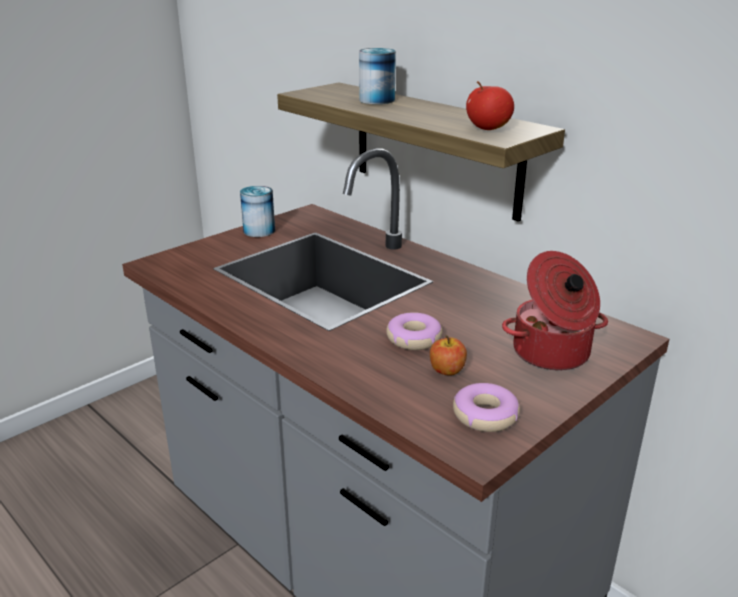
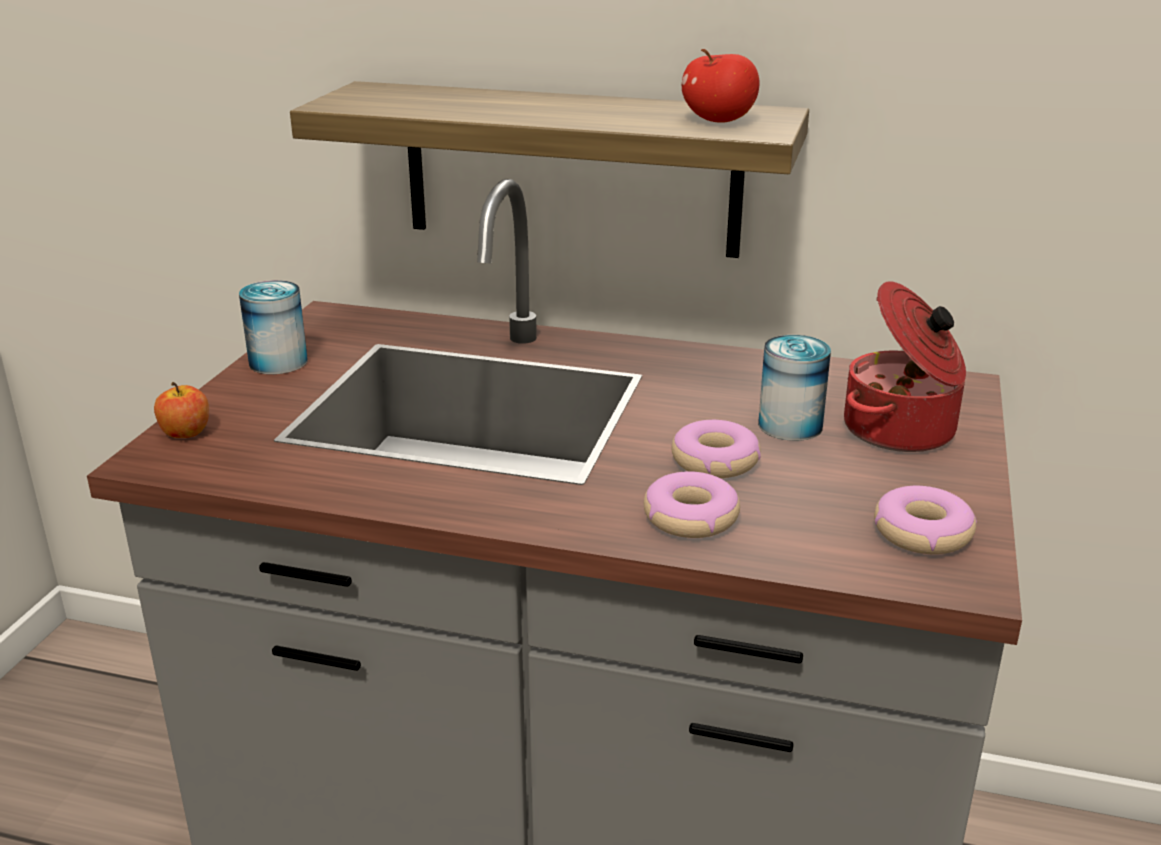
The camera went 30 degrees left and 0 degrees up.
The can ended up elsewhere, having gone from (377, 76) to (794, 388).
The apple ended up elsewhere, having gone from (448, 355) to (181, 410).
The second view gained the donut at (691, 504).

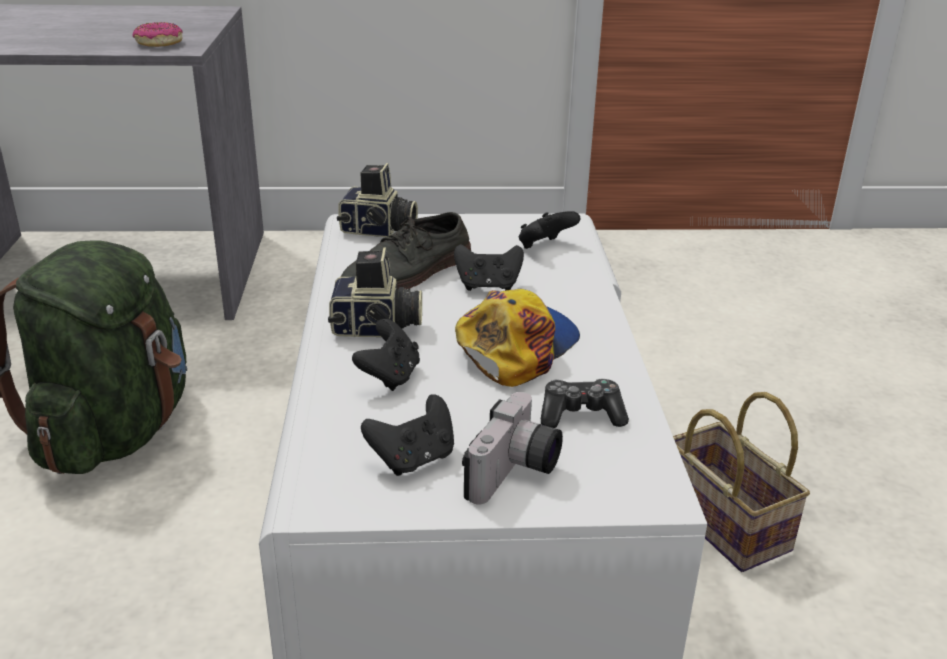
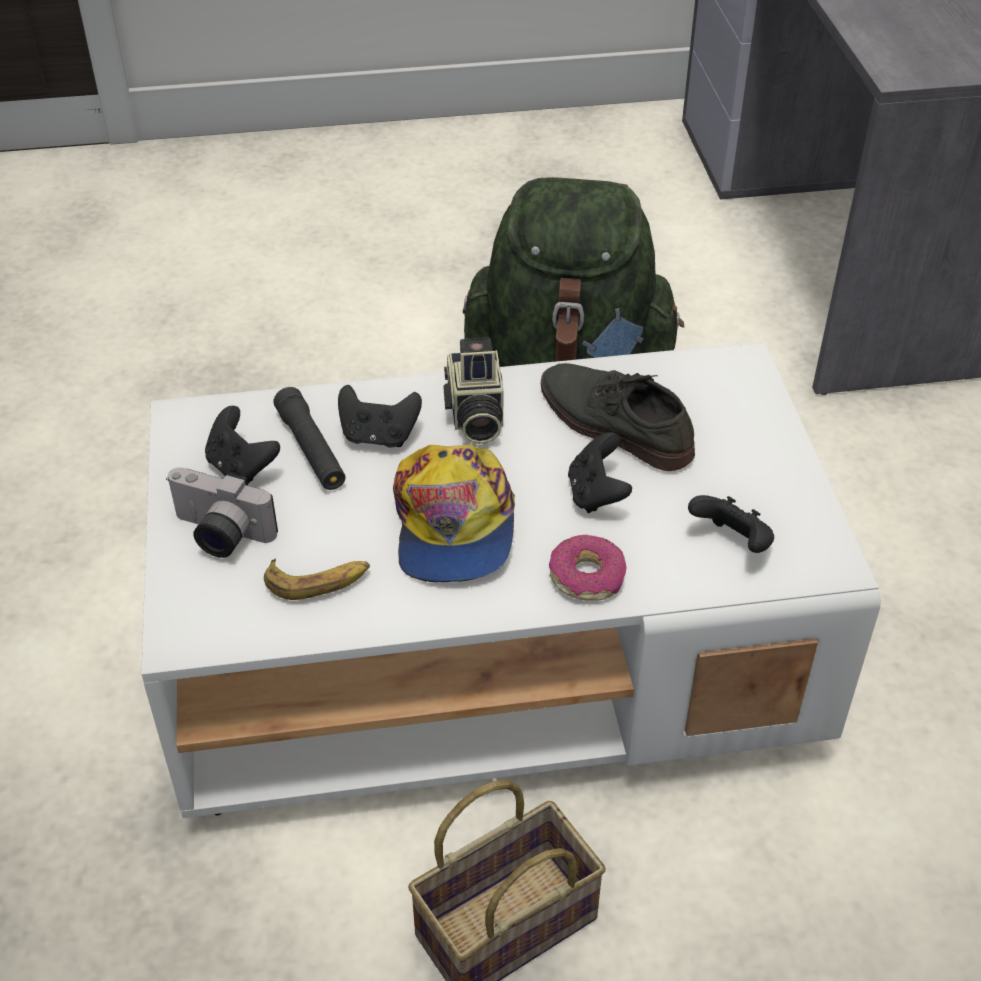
The camera went 85 degrees right and 15 degrees up.
The donut ended up elsewhere, having gone from (158, 34) to (588, 567).
The second view lost the photo camera at (377, 200).
The cap at (517, 338) ended up facing another way, 60 degrees clockwise from before.
Where the game controller stood at (585, 403), the banana came to stand at (317, 579).
The second view gained the black flashlight at (309, 438).

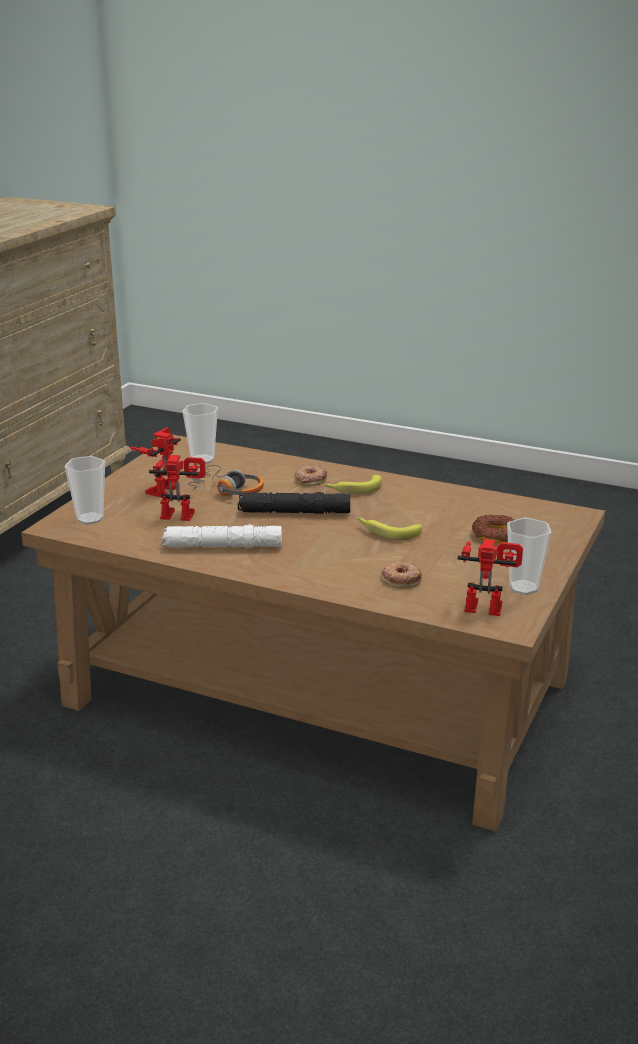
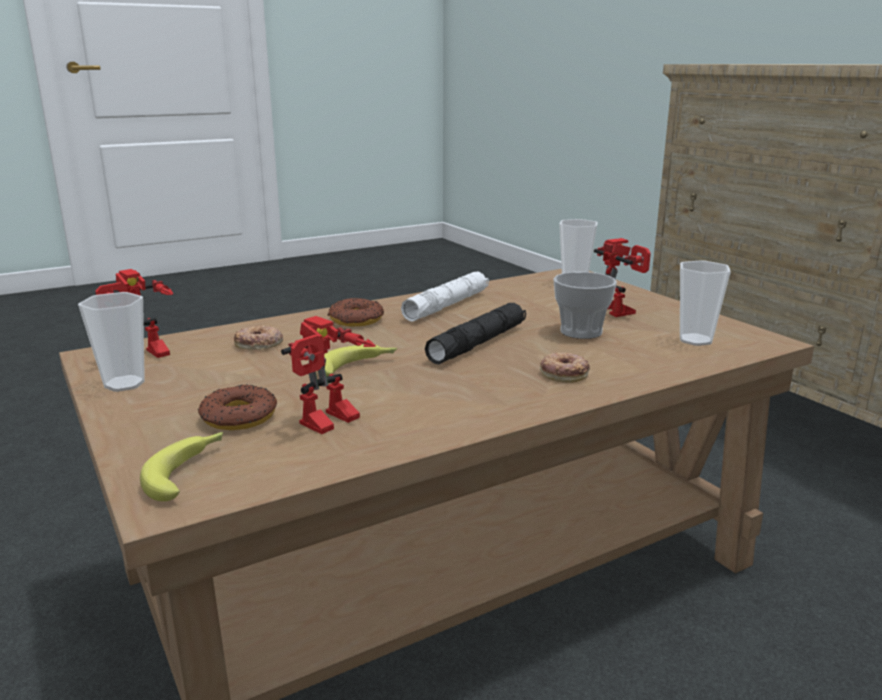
The camera went 125 degrees right and 5 degrees down.
The toy robot ended up elsewhere, having gone from (177, 488) to (328, 375).
Where the headphones stood at (226, 480), the cup came to stand at (585, 305).
The banana ended up elsewhere, having gone from (353, 484) to (181, 466).
The second view gained the donut at (355, 312).

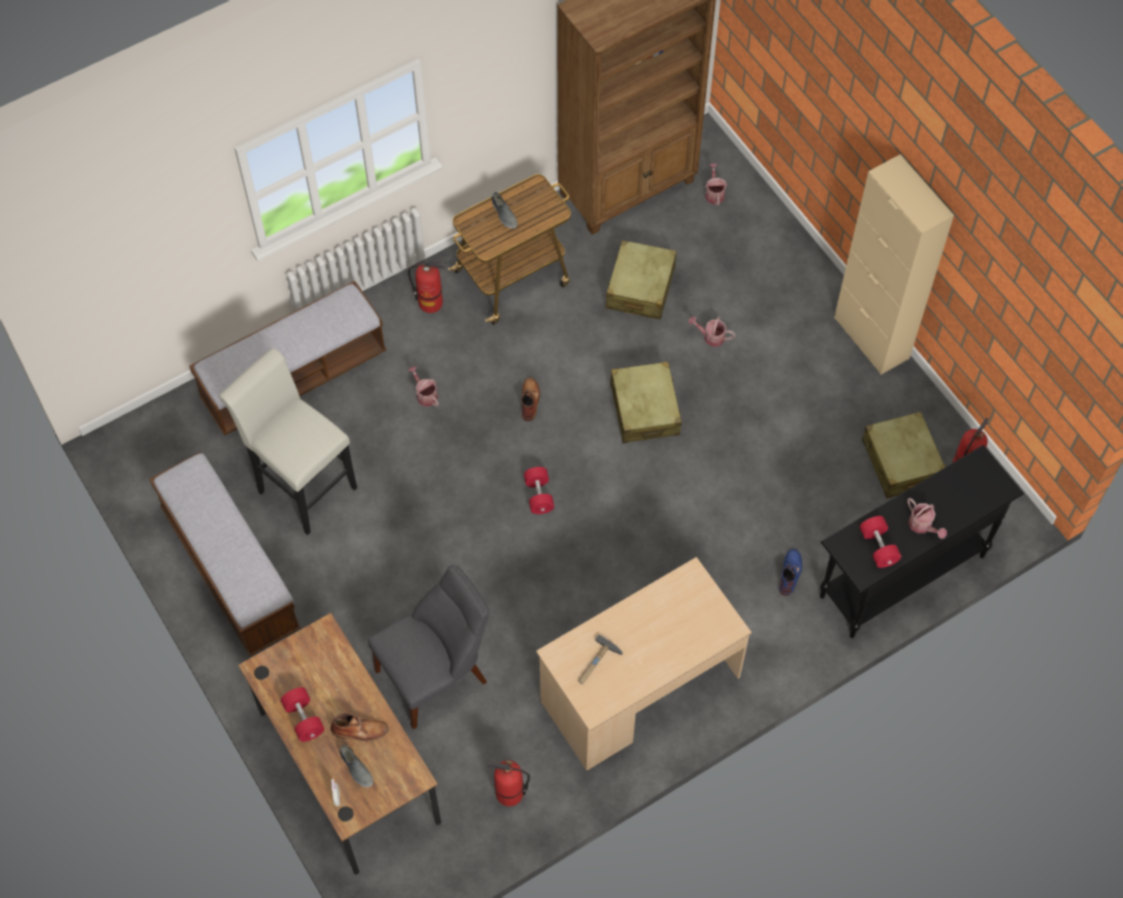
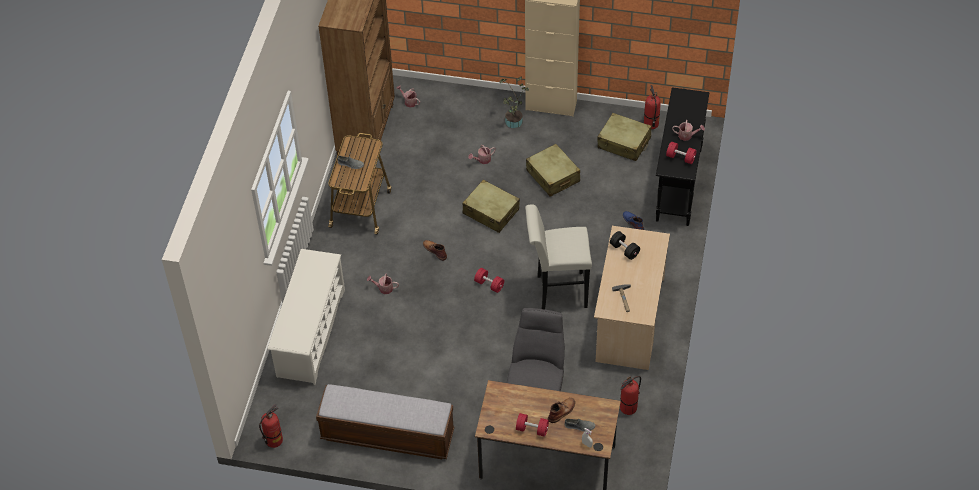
The camera went 45 degrees left and 10 degrees down.
The beige suitcase ended up elsewhere, having gone from (641, 280) to (553, 170).
The fire extinguisher ended up elsewhere, having gone from (426, 286) to (271, 426).
Where the bench stood at (288, 358), the white shoe rack came to stand at (306, 317).
The white stool ended up elsewhere, having gone from (287, 441) to (558, 257).
The second view gained the potted plant at (514, 102).
The second view gained the black dumbbell at (625, 245).

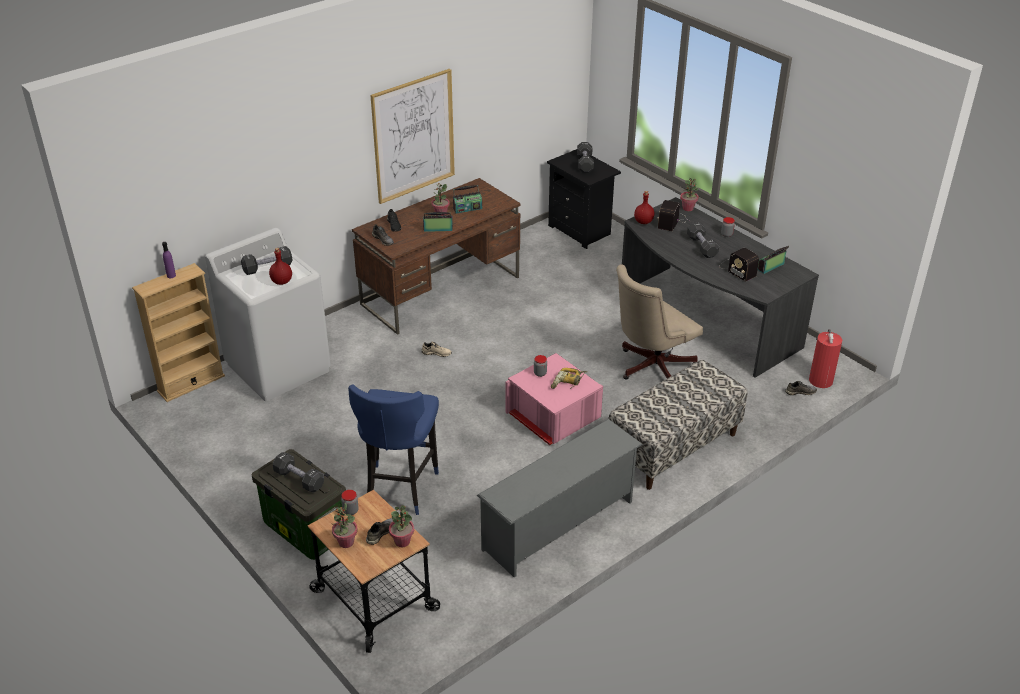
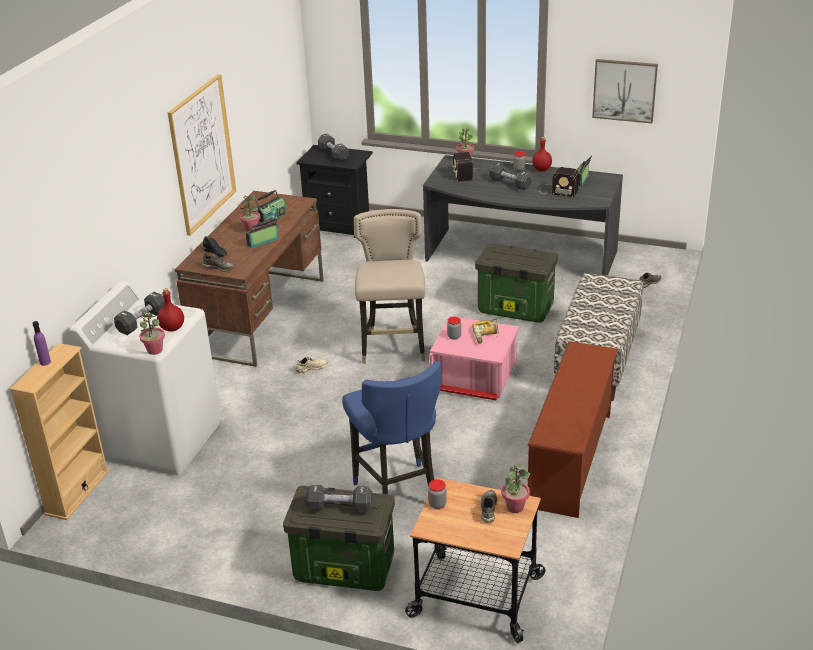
The camera went 30 degrees left and 5 degrees down.
The red bottle ended up elsewhere, having gone from (644, 207) to (542, 154).
Where the beige office chair stood at (659, 322), the storage box came to stand at (516, 283).
The second view lost the fire extinguisher at (825, 358).
What was the grey shoe rack at (560, 498) turned into the brown shoe rack at (572, 429).
The potted plant ended up elsewhere, having gone from (345, 525) to (152, 331).
The second view gained the picture at (625, 91).
The second view gained the beige stool at (389, 286).

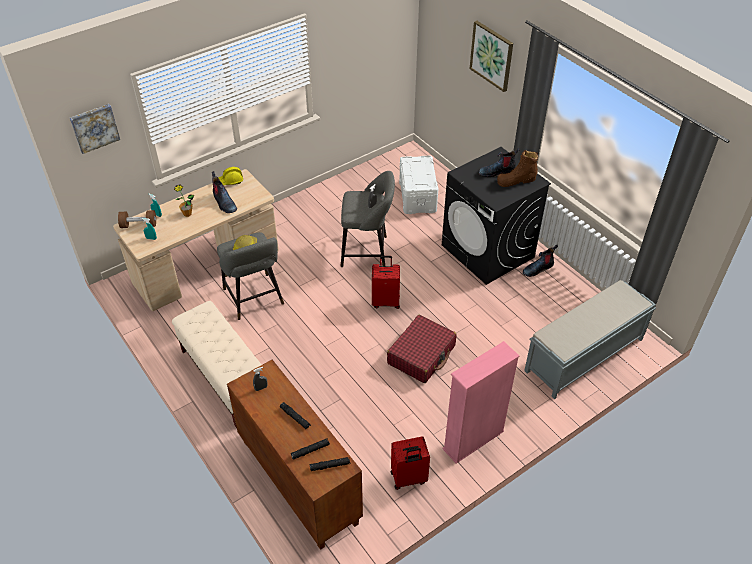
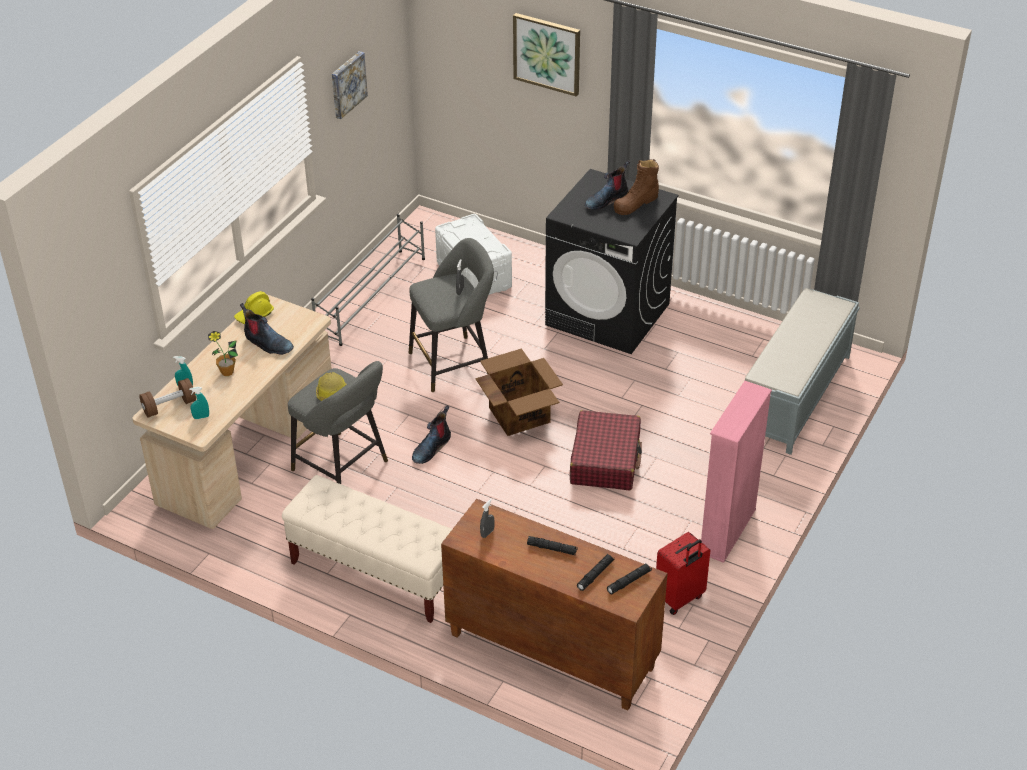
The camera went 25 degrees left and 5 degrees down.
The picture ended up elsewhere, having gone from (95, 129) to (350, 85).
The boot ended up elsewhere, having gone from (540, 261) to (431, 434).
Where the red suitcase stood at (386, 282), the cardboard box came to stand at (519, 392).
The second view gained the grey shoe rack at (368, 280).

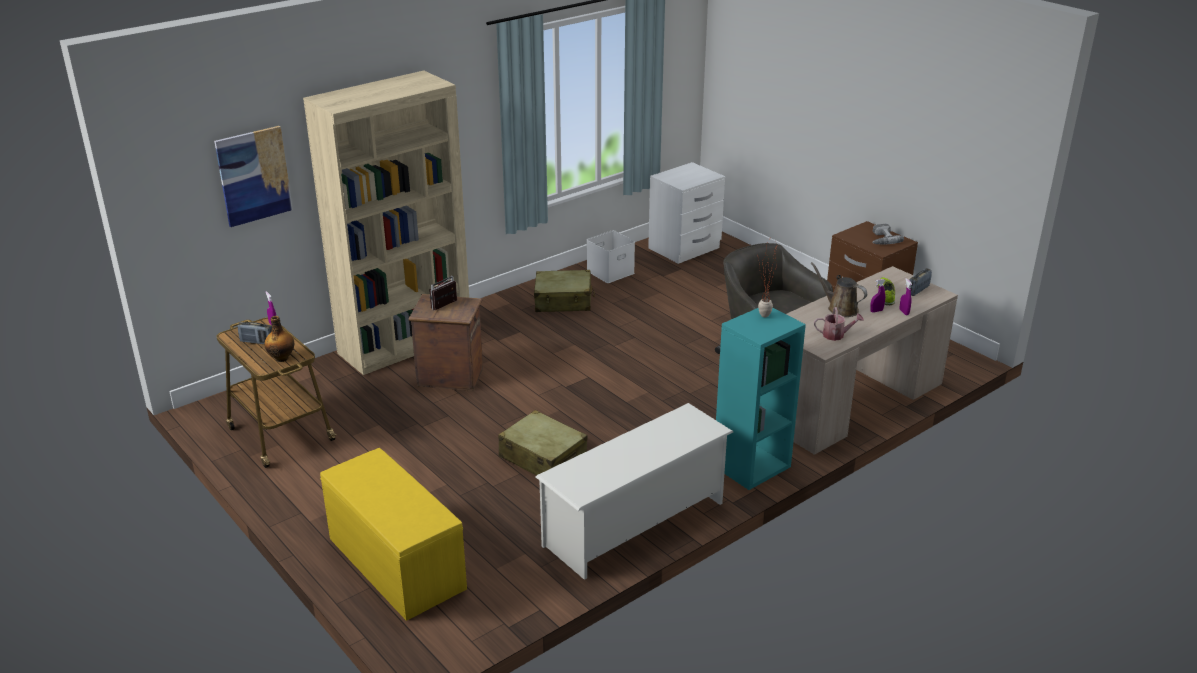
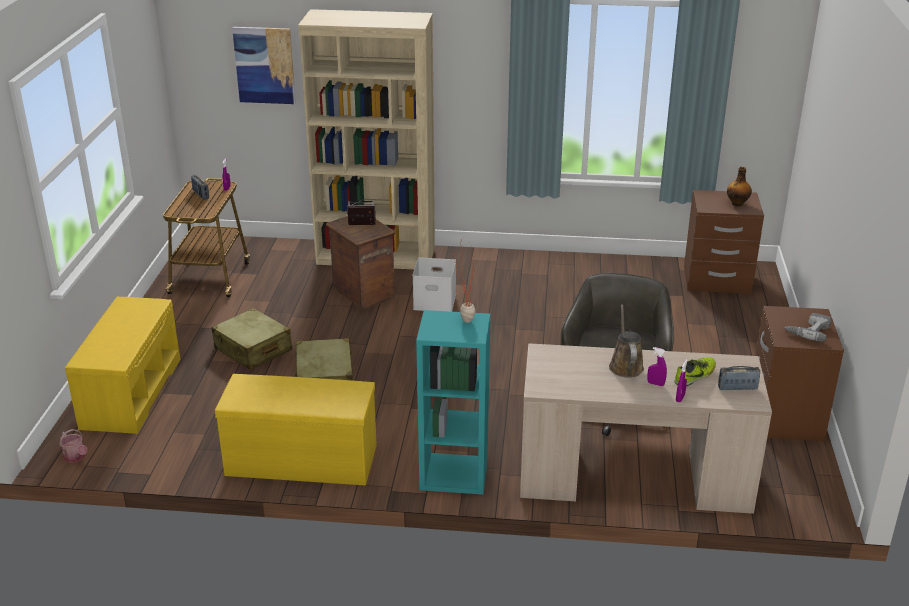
The camera went 45 degrees right and 0 degrees up.
What was the white nightstand at (686, 213) turned into the brown nightstand at (724, 242).
The white storage box ended up elsewhere, having gone from (611, 256) to (434, 284).
The beige suitcase ended up elsewhere, having gone from (564, 291) to (252, 339).
The watering can ended up elsewhere, having gone from (839, 324) to (73, 446).
The bottle ended up elsewhere, having gone from (279, 339) to (739, 186).
Where the white shoe rack stood at (634, 491), the yellow bench came to stand at (296, 430).

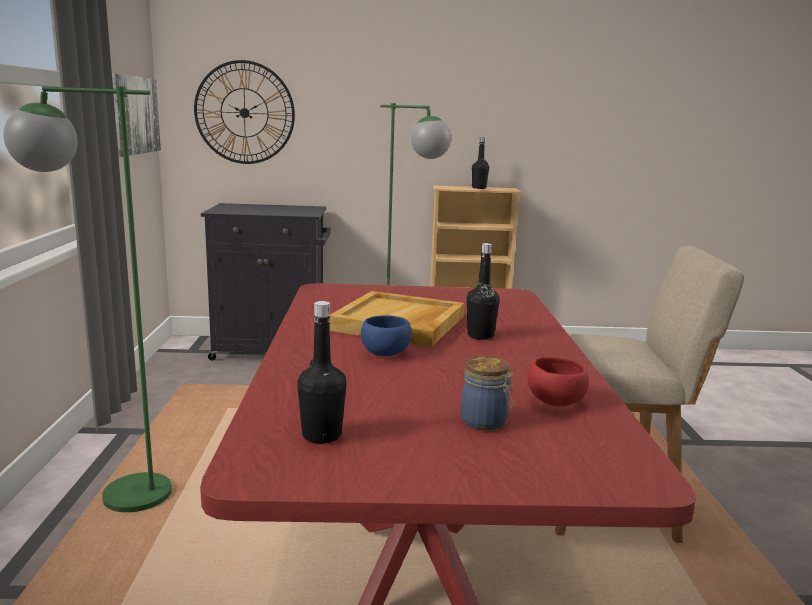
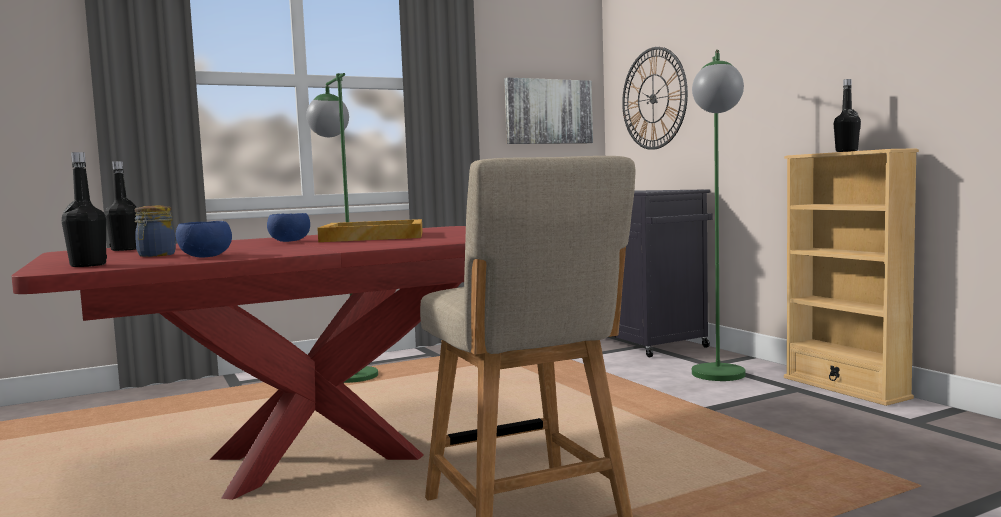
The camera went 65 degrees right and 10 degrees down.
The black bottle ended up elsewhere, having gone from (483, 291) to (84, 209).
What was the red bowl at (558, 381) turned into the blue bowl at (204, 239).

